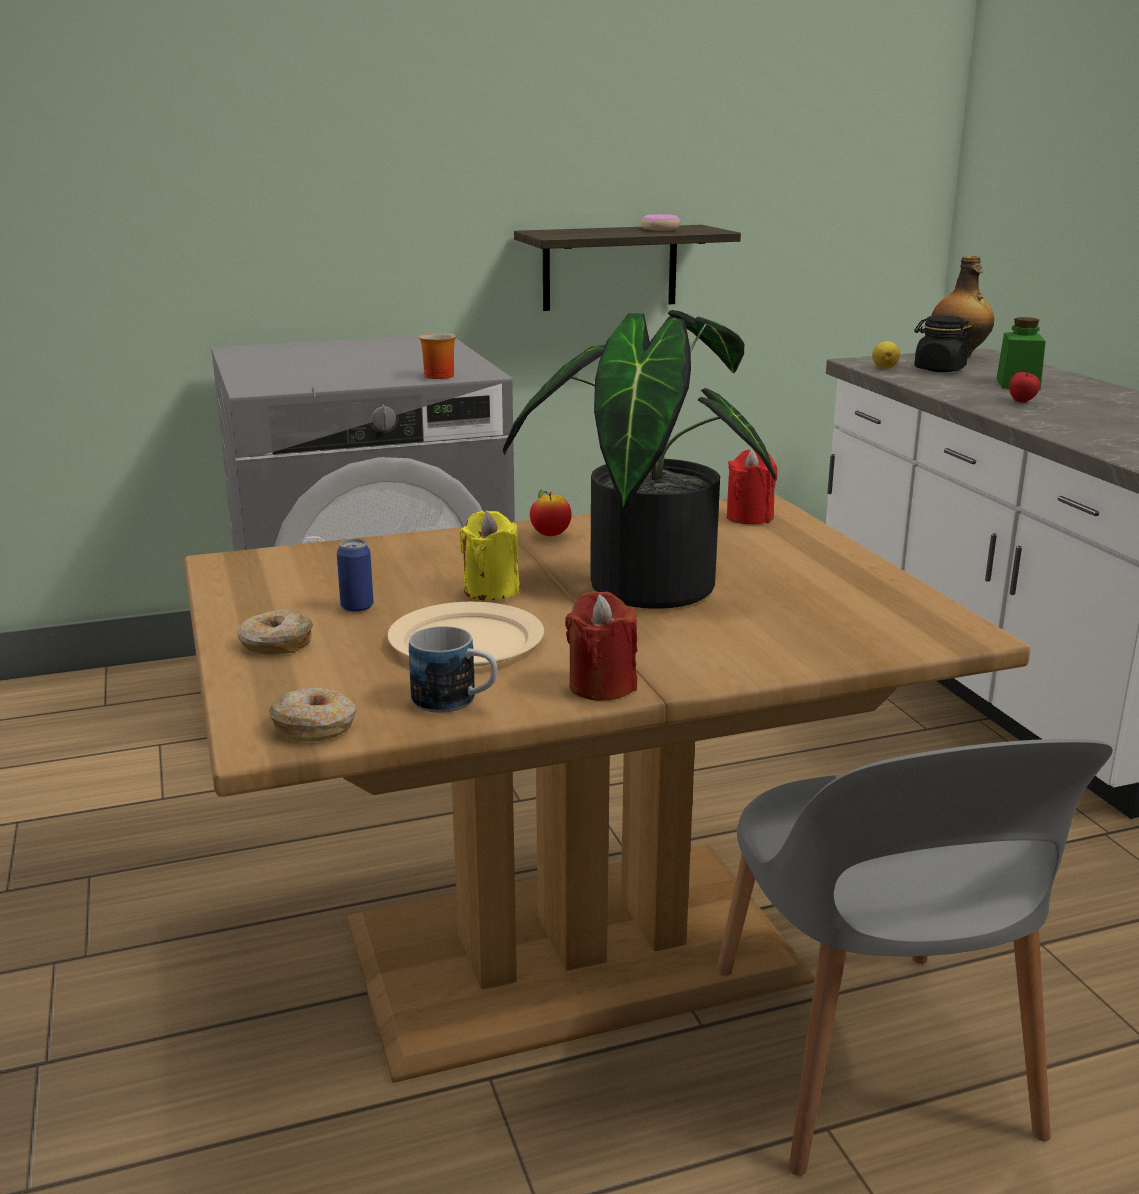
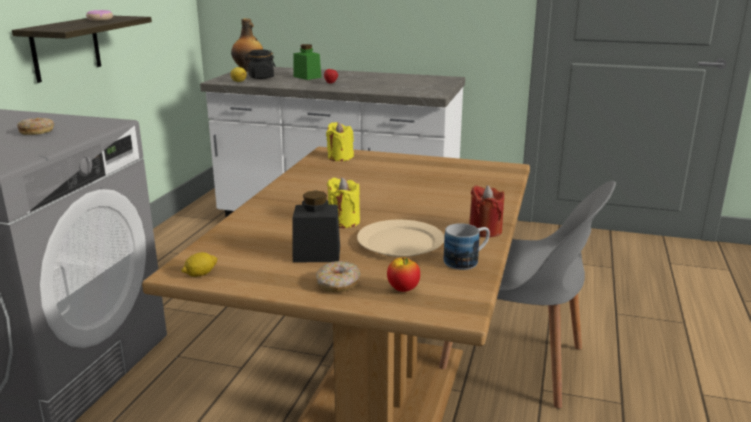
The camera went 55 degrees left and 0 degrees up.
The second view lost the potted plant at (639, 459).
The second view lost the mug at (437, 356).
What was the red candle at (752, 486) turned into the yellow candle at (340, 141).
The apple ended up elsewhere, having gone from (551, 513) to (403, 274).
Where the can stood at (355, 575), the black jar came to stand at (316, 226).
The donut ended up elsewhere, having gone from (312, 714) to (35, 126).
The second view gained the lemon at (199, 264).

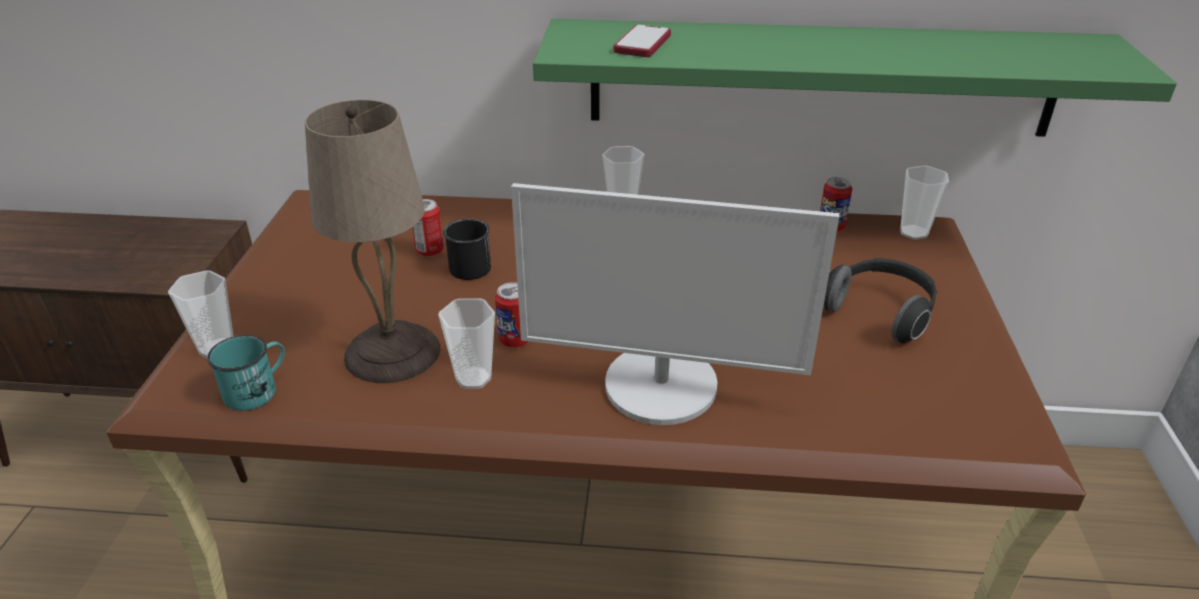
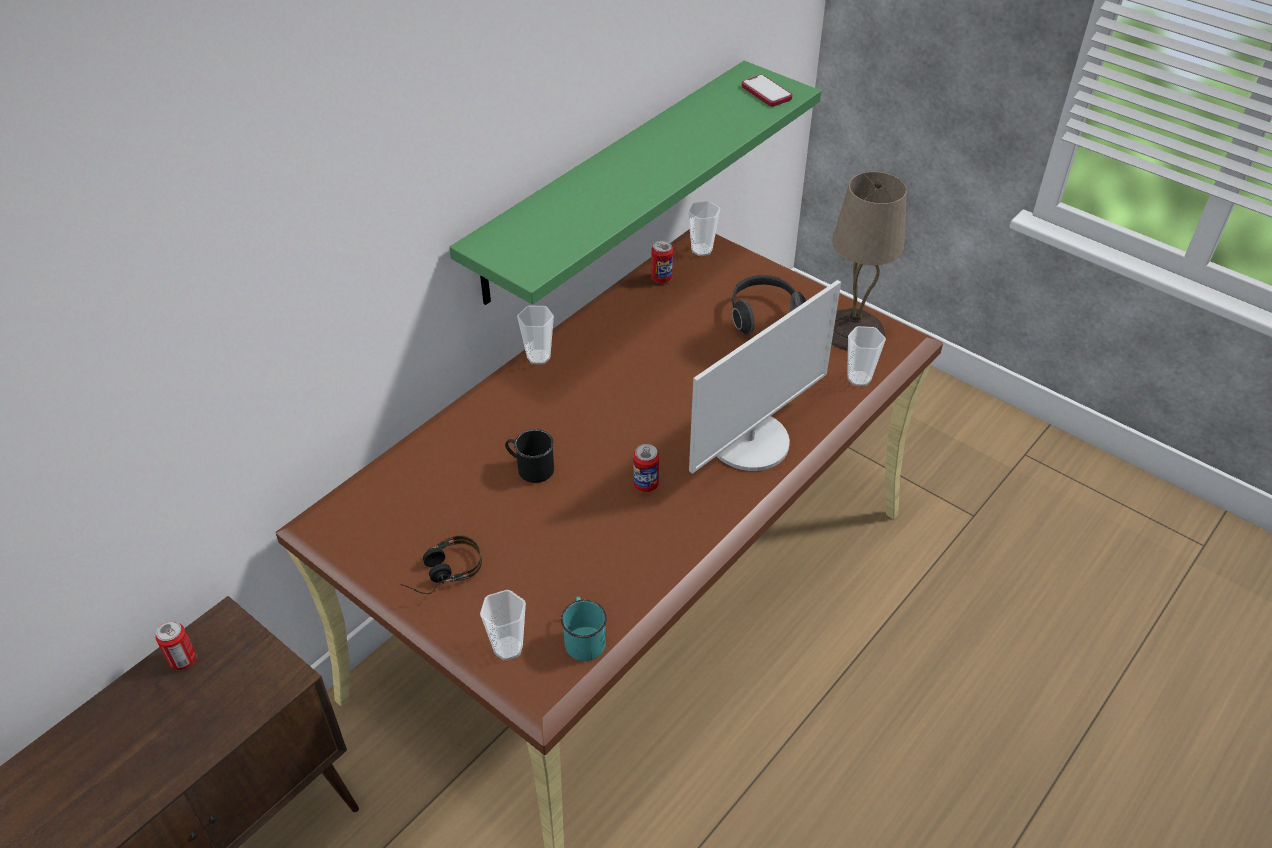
The camera went 55 degrees left and 10 degrees up.
The phone ended up elsewhere, having gone from (642, 41) to (766, 91).
The beige table lamp ended up elsewhere, having gone from (372, 241) to (869, 261).
The can ended up elsewhere, having gone from (428, 228) to (175, 645).
The cup ended up elsewhere, having gone from (466, 344) to (866, 356).
The second view gained the headphones at (441, 564).

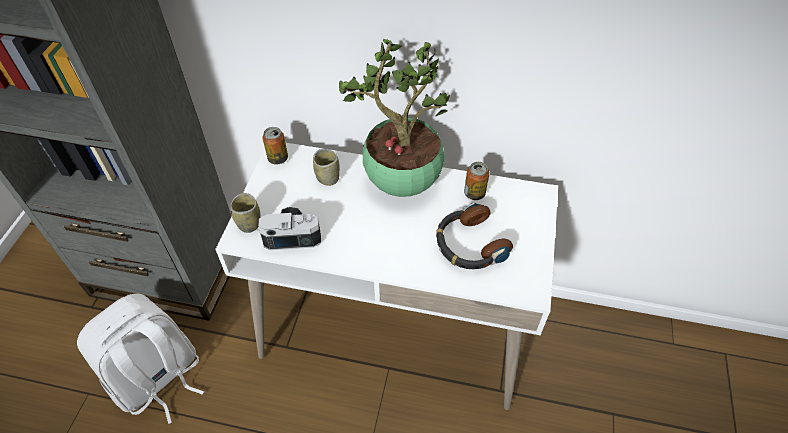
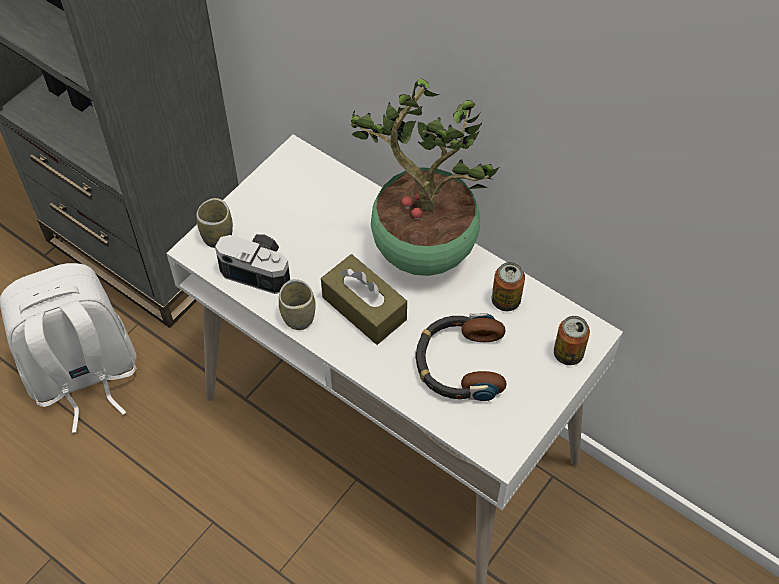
The camera went 25 degrees right and 5 degrees up.
The can ended up elsewhere, having gone from (275, 145) to (572, 340).
The cup ended up elsewhere, having gone from (326, 167) to (297, 304).
The second view gained the brown tissue box at (364, 299).

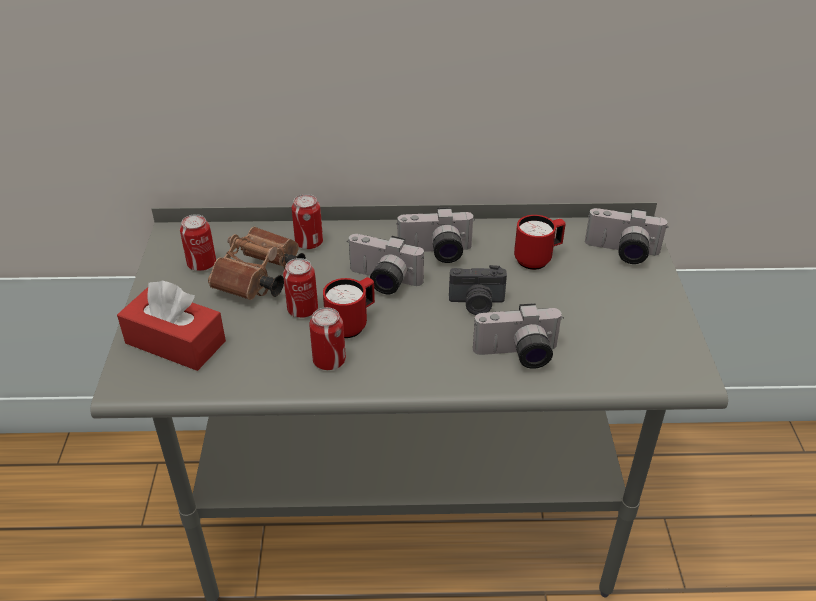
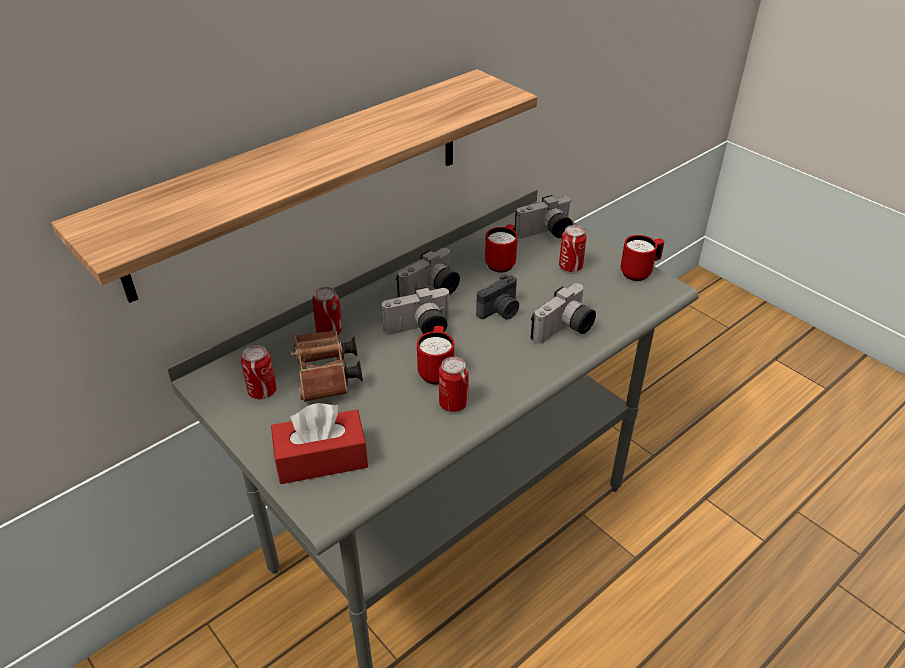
The camera went 40 degrees left and 0 degrees up.
The can ended up elsewhere, having gone from (300, 288) to (573, 248).
The second view gained the shelf at (294, 186).
The second view gained the red mug at (642, 258).

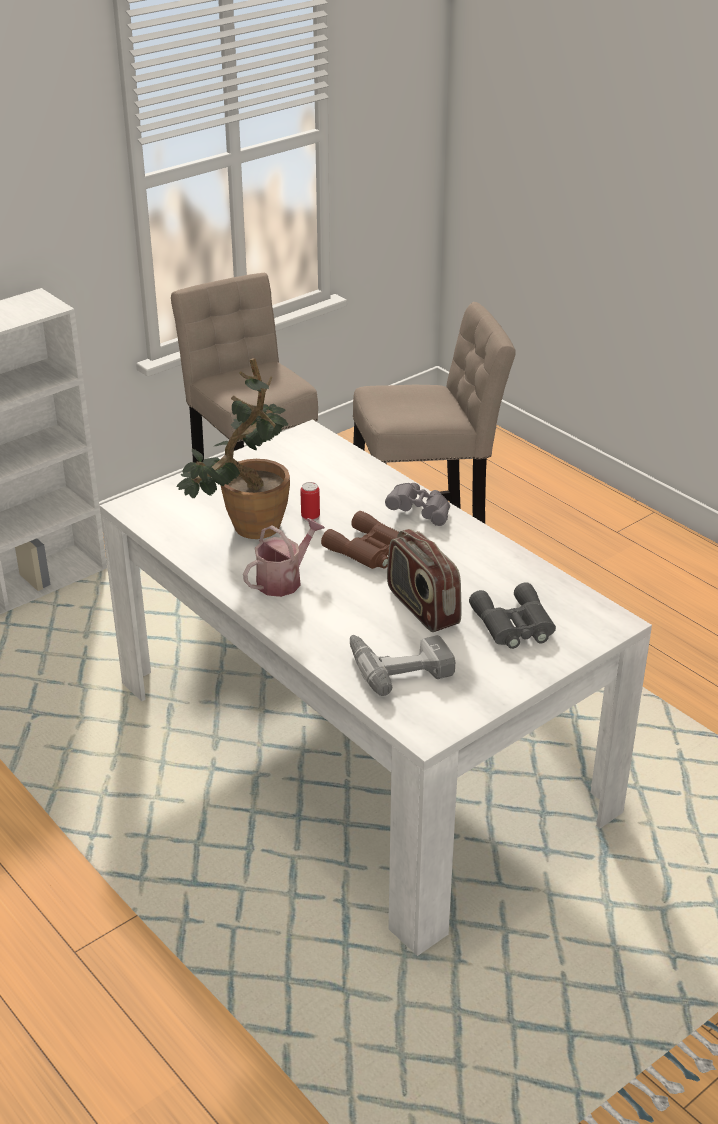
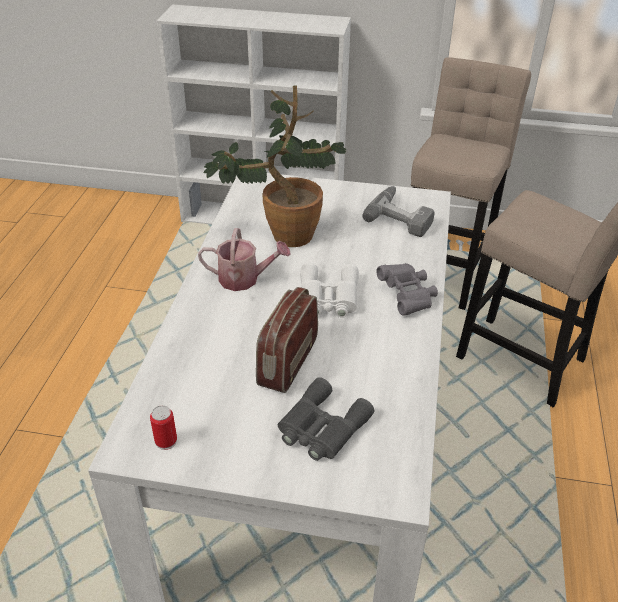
The camera went 50 degrees right and 5 degrees up.
The can ended up elsewhere, having gone from (310, 502) to (163, 427).
What was the brown binoculars at (360, 540) turned into the white binoculars at (329, 290).
The power drill ended up elsewhere, having gone from (402, 665) to (398, 211).

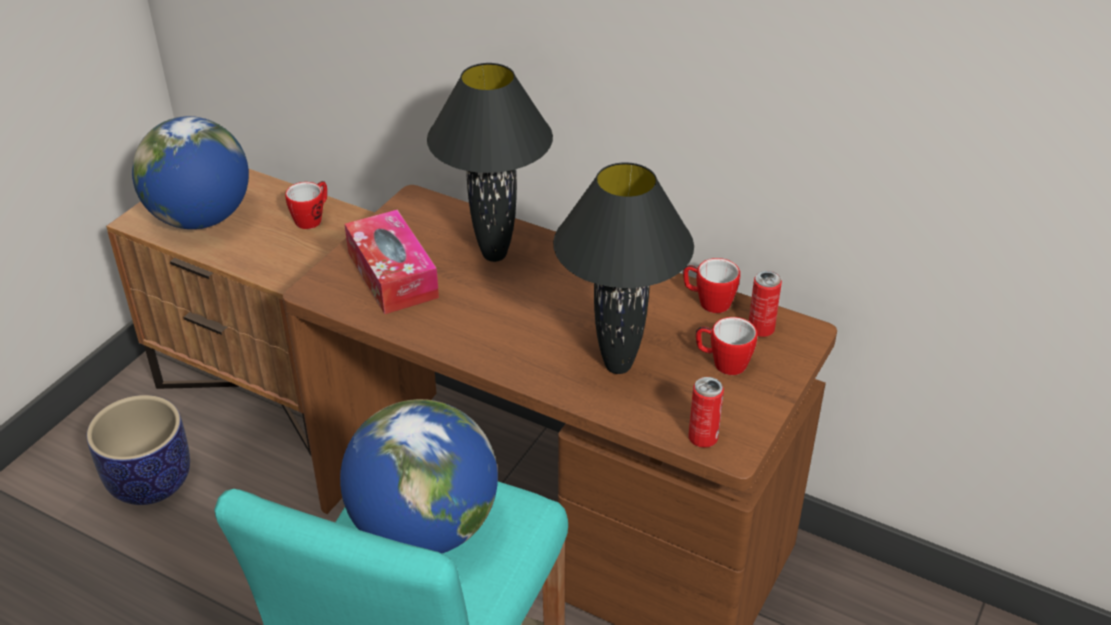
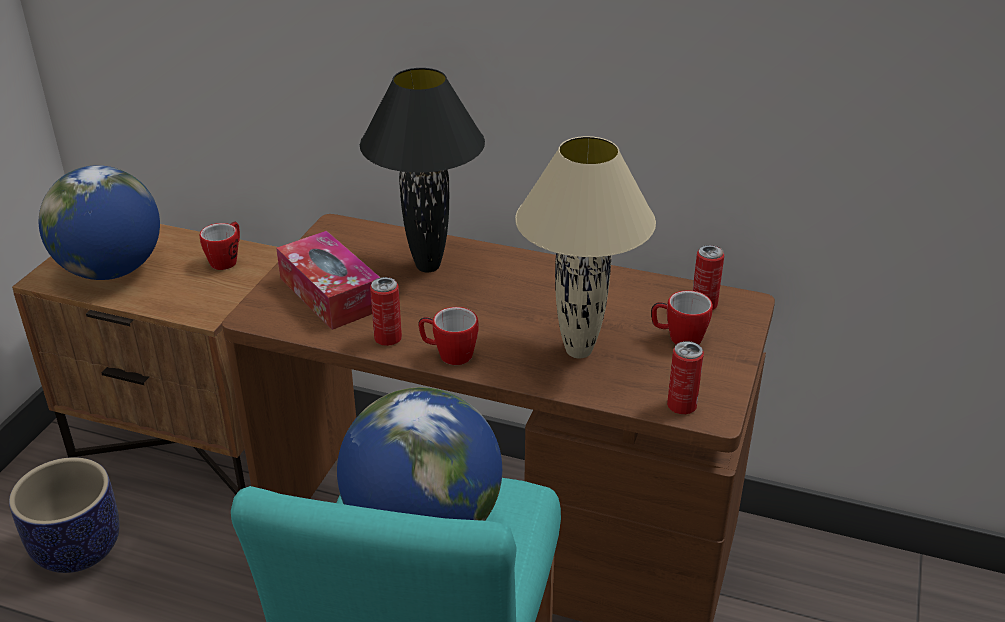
The camera went 10 degrees left and 5 degrees down.
What was the black table lamp at (623, 268) turned into the beige table lamp at (585, 247).
The mug ended up elsewhere, having gone from (711, 285) to (448, 336).
The second view gained the can at (386, 311).

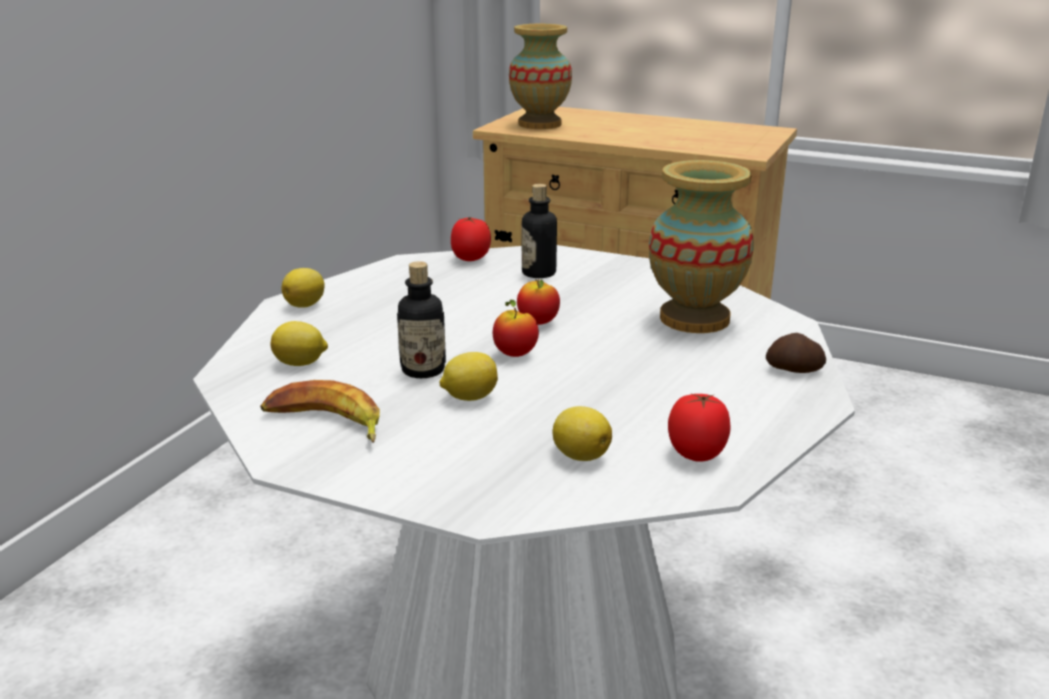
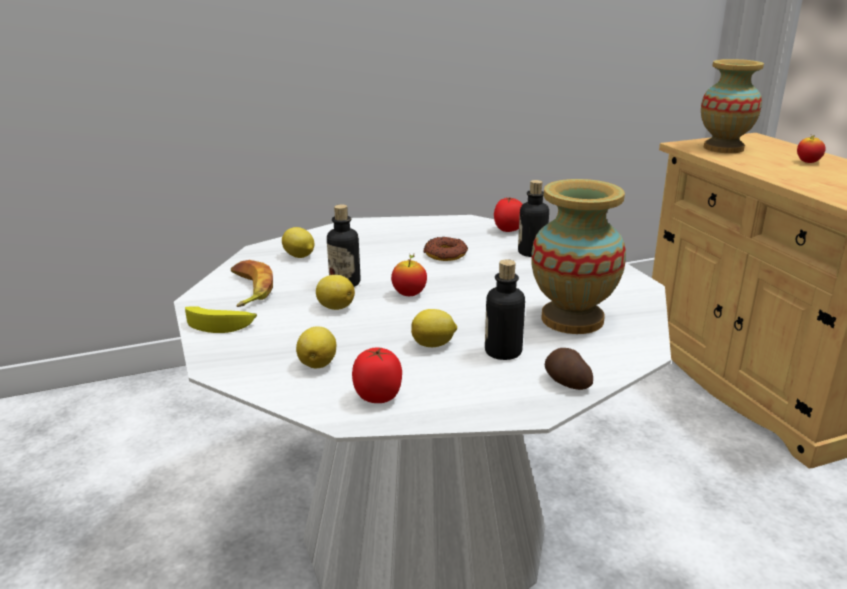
The camera went 45 degrees right and 0 degrees up.
The lemon ended up elsewhere, having gone from (303, 288) to (434, 328).
The apple ended up elsewhere, having gone from (538, 302) to (811, 149).
The second view gained the donut at (445, 249).
The second view gained the bottle at (505, 309).
The second view gained the banana at (221, 319).

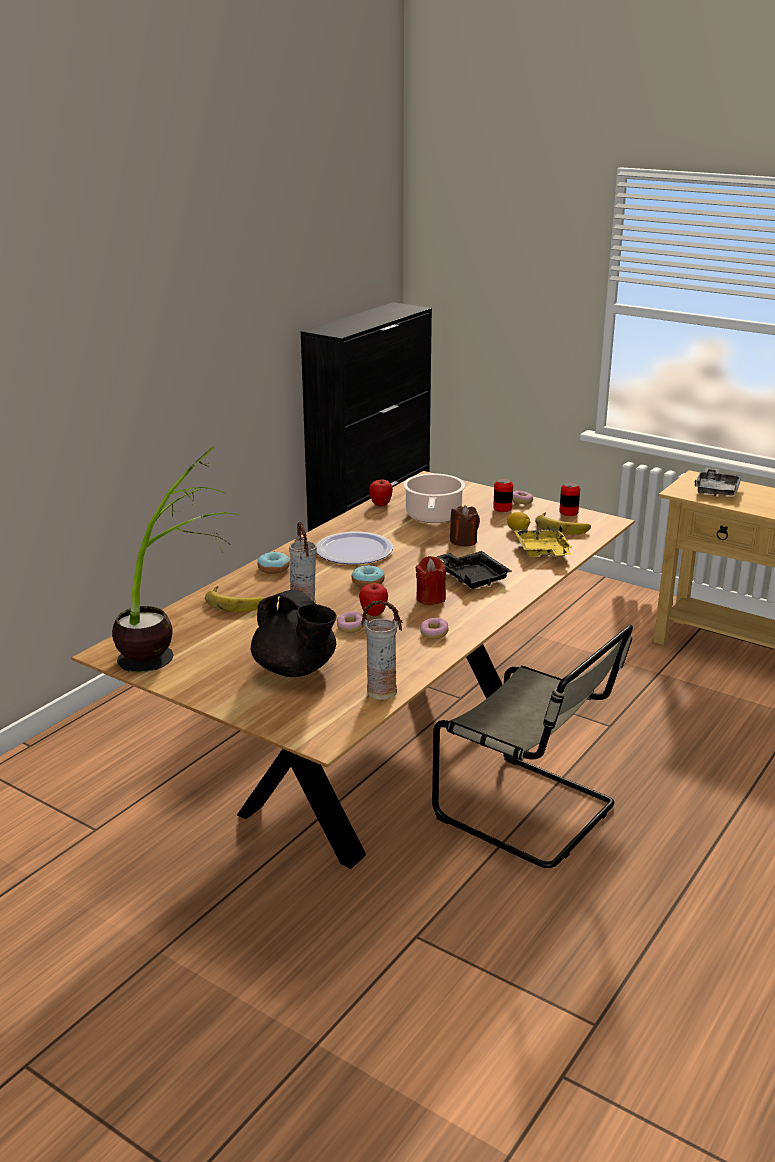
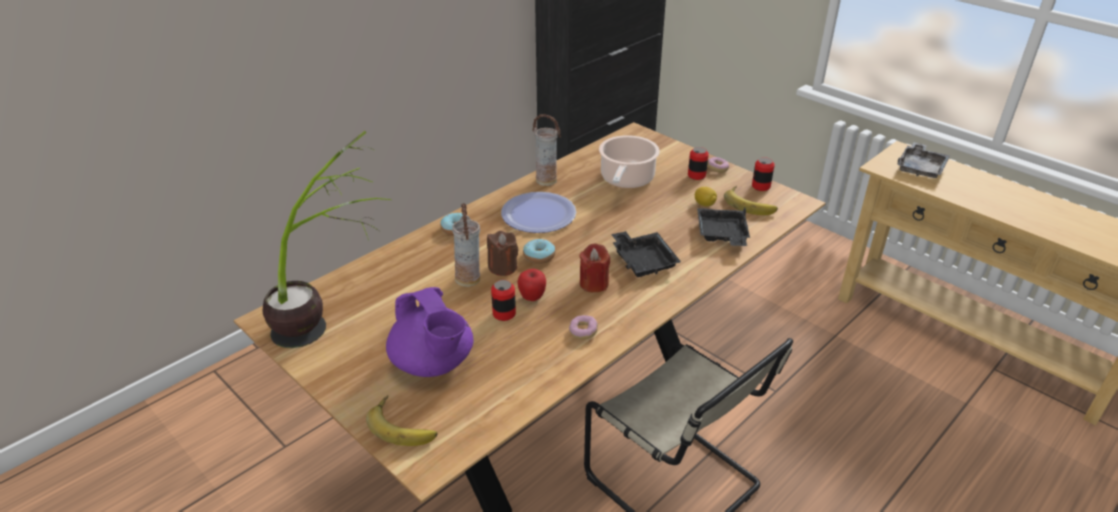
The camera went 10 degrees right and 10 degrees up.
The second view lost the apple at (381, 492).
The brown candle ended up elsewhere, having gone from (465, 525) to (502, 253).
What was the yellow tray at (543, 541) turned into the black tray at (723, 227).
The banana ended up elsewhere, having gone from (235, 599) to (401, 420).
What was the black teapot at (294, 633) turned into the purple teapot at (430, 332).
The vase ended up elsewhere, having gone from (382, 650) to (546, 150).
Where the donut stood at (350, 622), the can came to stand at (503, 300).

